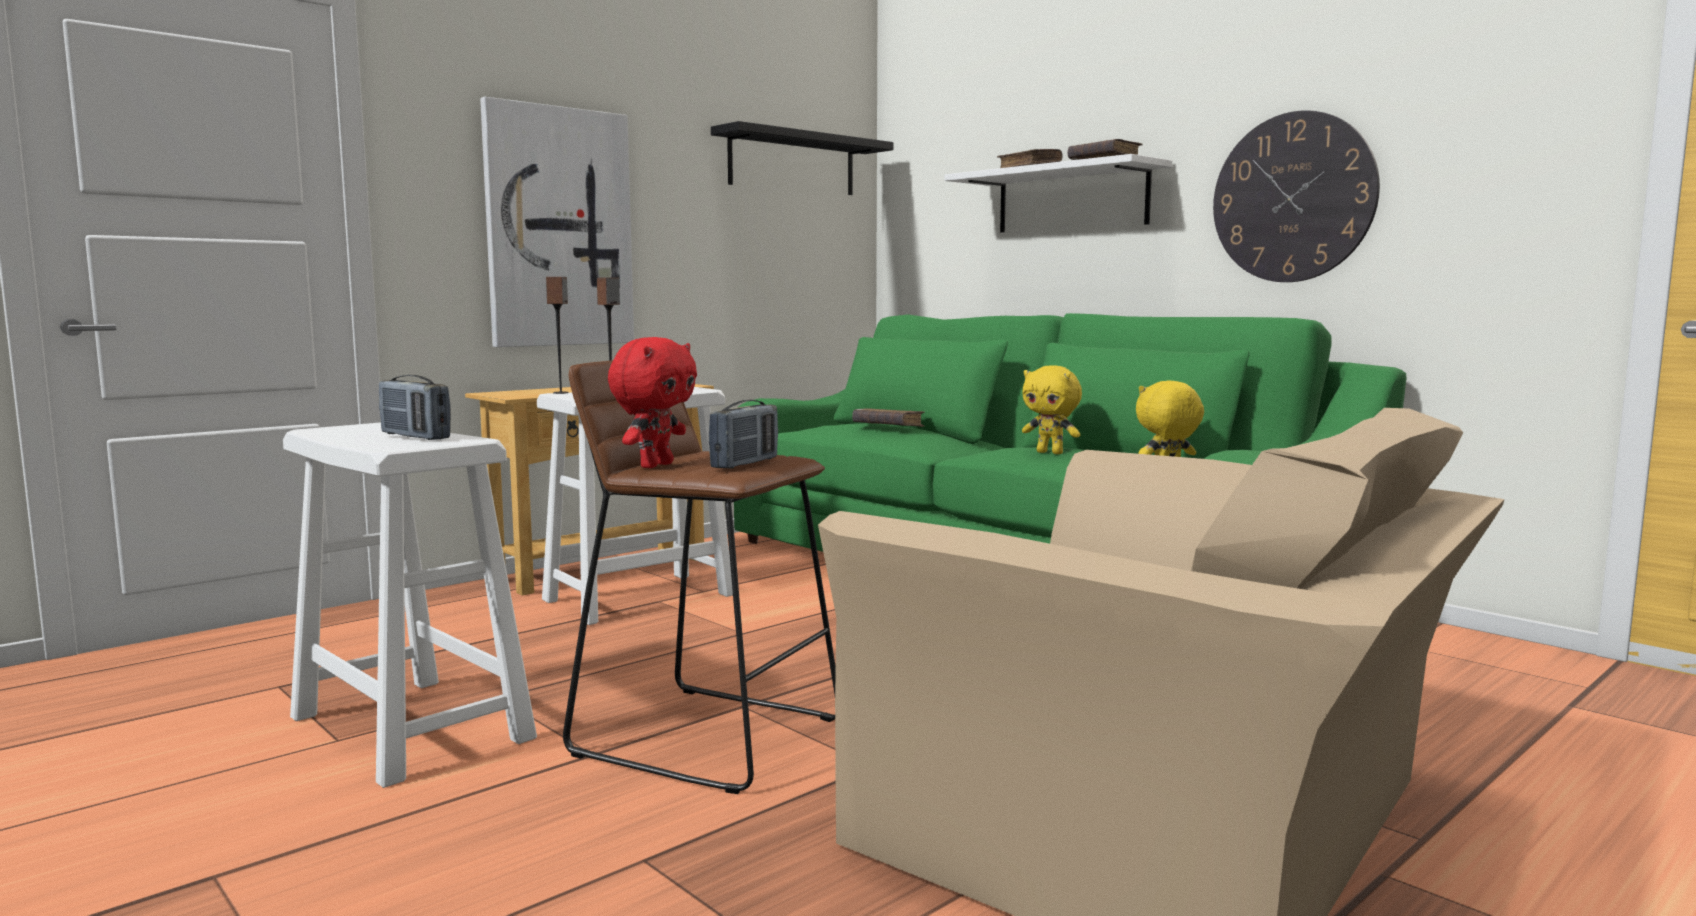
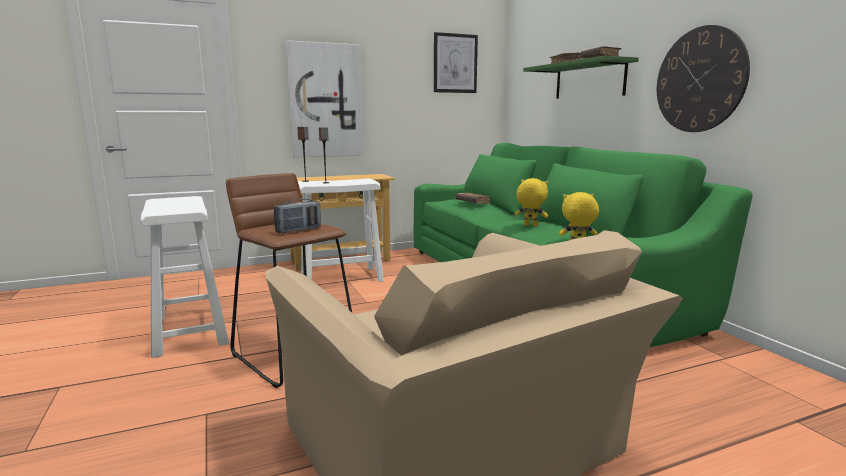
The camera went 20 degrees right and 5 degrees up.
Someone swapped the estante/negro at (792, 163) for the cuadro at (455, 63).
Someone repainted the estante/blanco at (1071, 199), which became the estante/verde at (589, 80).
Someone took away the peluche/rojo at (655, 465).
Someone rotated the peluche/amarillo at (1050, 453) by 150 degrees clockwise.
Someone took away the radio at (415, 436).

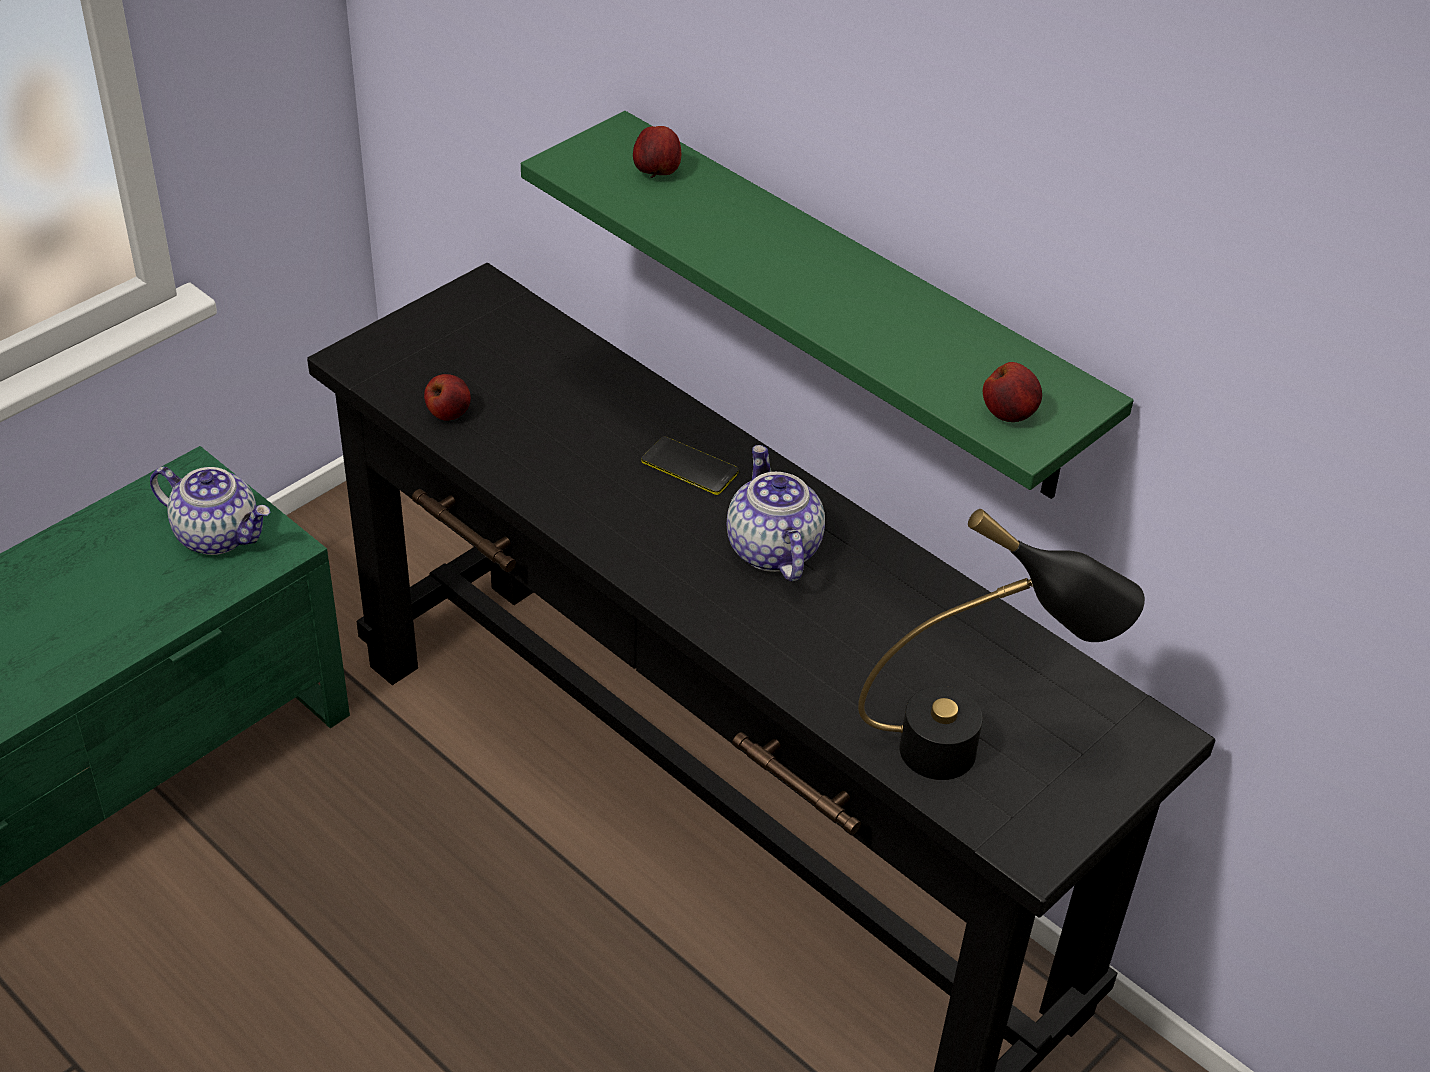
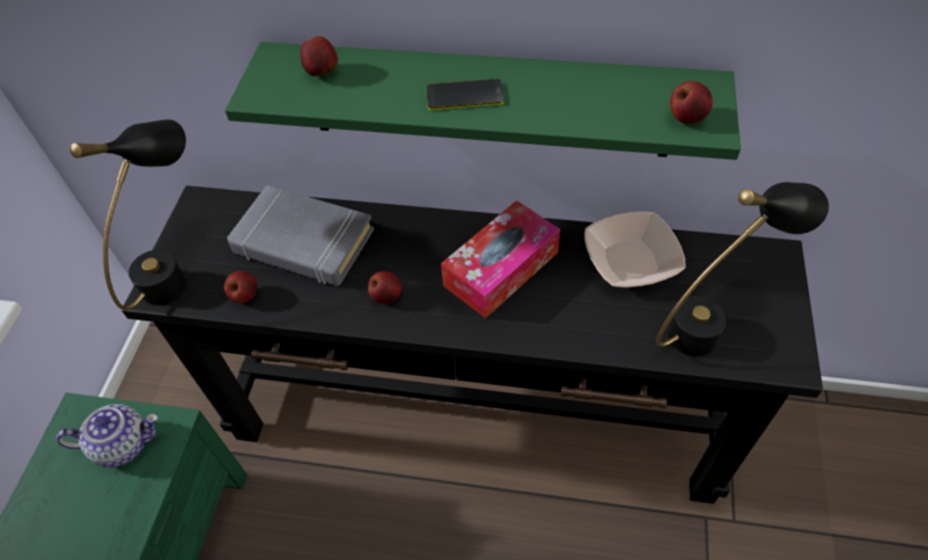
The camera went 30 degrees left and 10 degrees up.
Someone carried the móvil from (689, 467) to (464, 96).
Someone swapped the tetera at (771, 549) for the caja de pañuelos at (501, 269).
Someone put down the lámpara de mesa/negro at (178, 270).
Someone put down the libro/gris at (303, 242).
Someone put down the cuenco at (631, 261).
Someone put down the manzana at (387, 296).

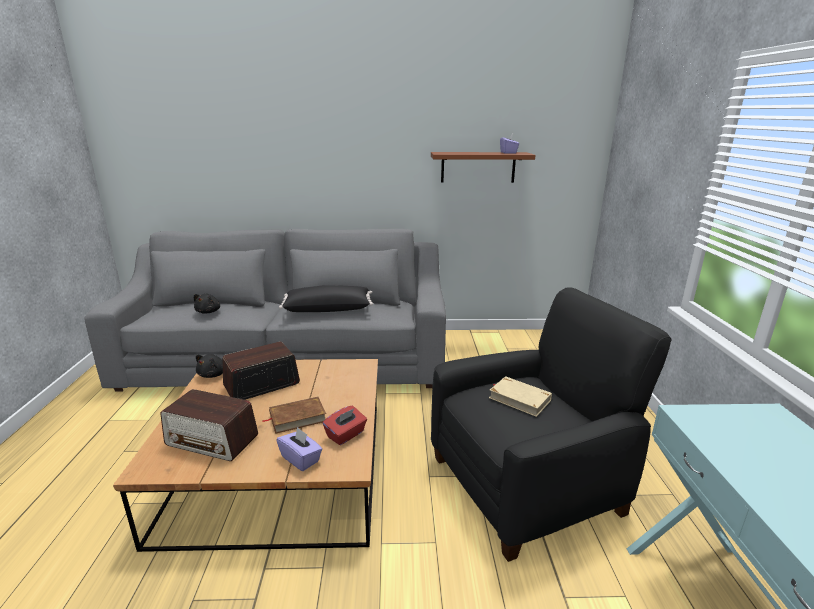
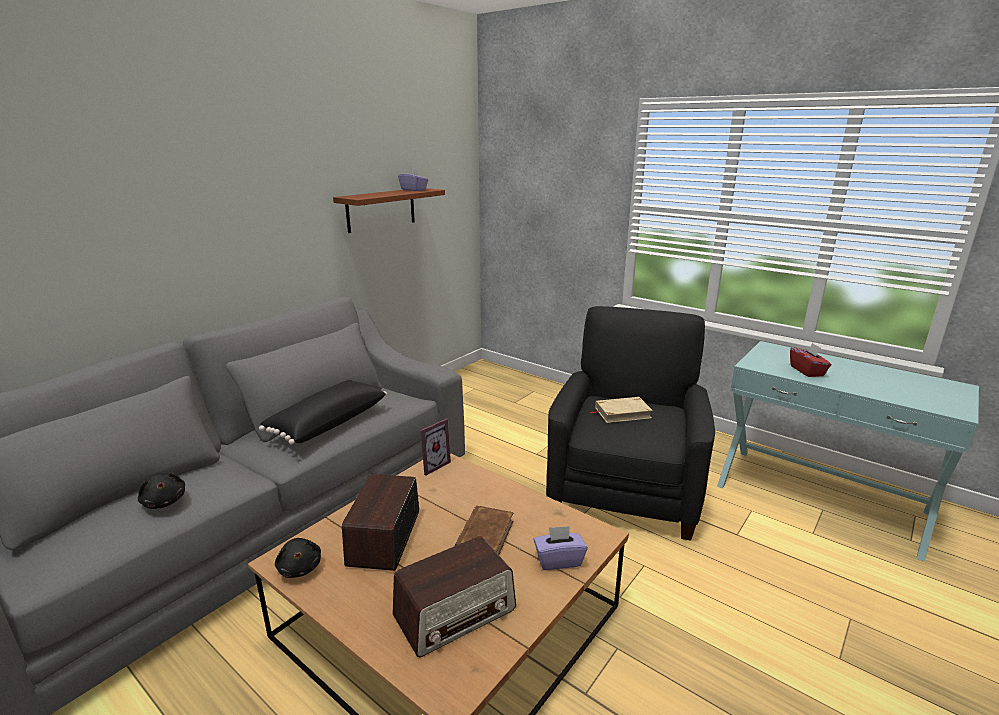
The camera went 50 degrees left and 0 degrees up.
Someone carried the caja de pañuelos/rojo from (346, 435) to (807, 371).
Someone put down the portarretratos at (432, 465).

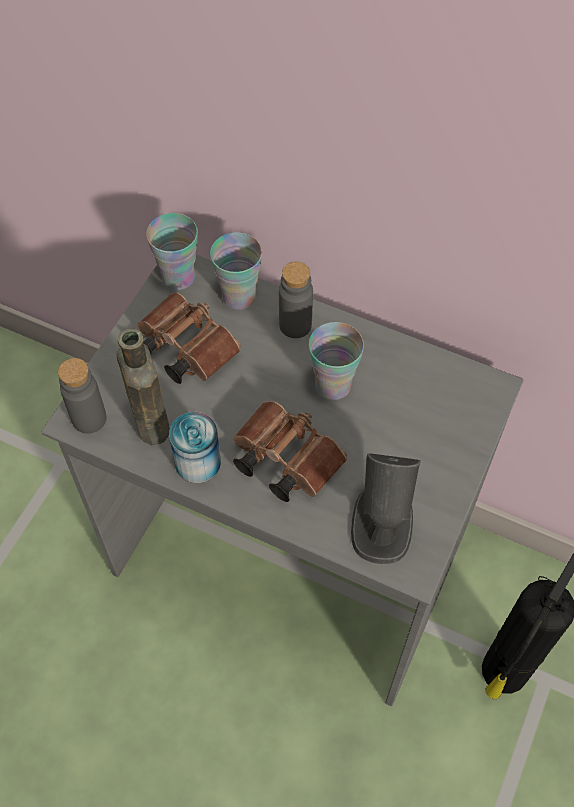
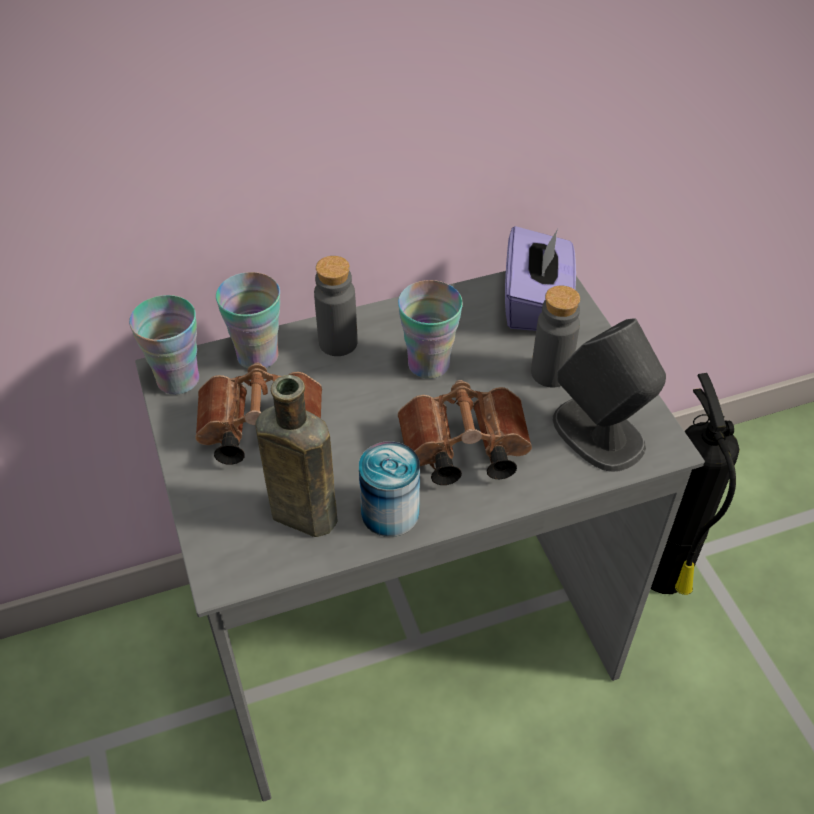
The camera went 45 degrees left and 10 degrees down.
Someone carried the botella/gris from (89, 419) to (550, 373).
Someone put down the caja de pañuelos/morado at (536, 304).

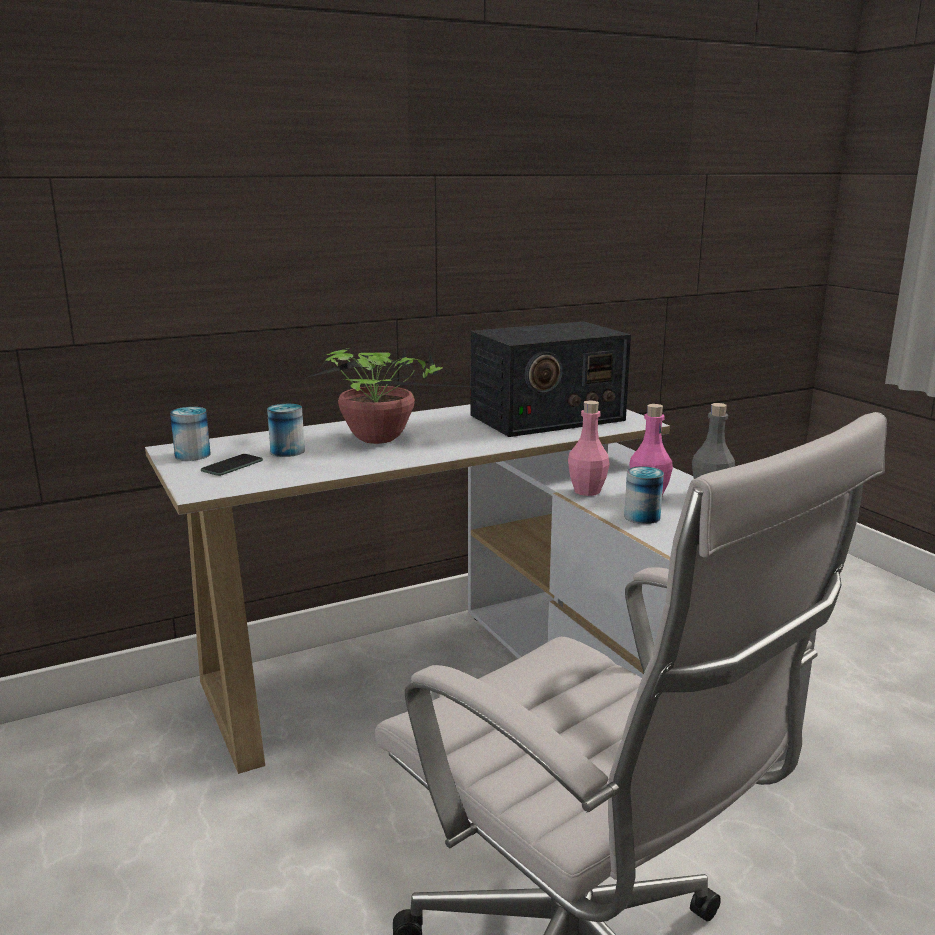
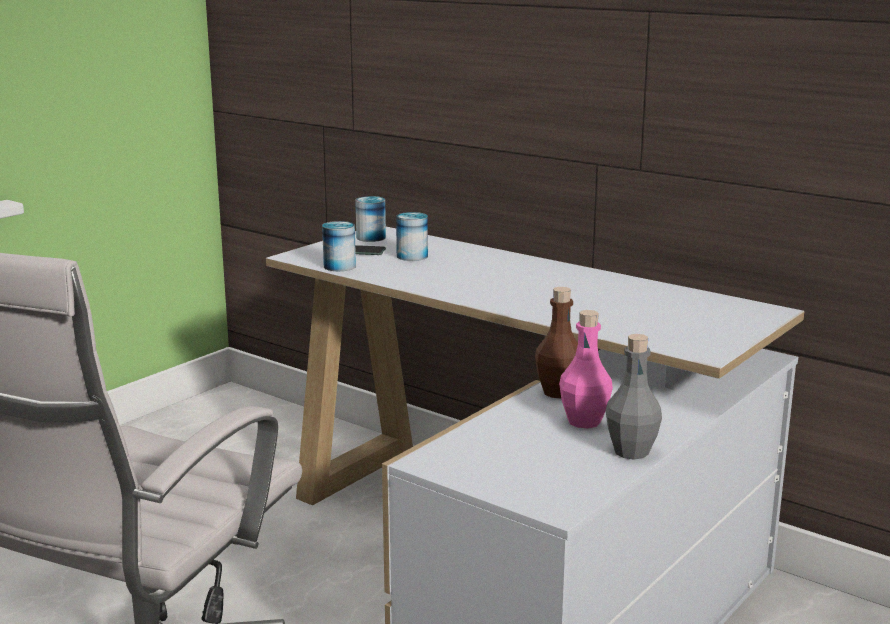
The camera went 65 degrees right and 0 degrees up.
Someone took away the radio at (546, 418).
Someone took away the planta en maceta at (382, 439).
Someone repainted the botella/rosa at (587, 491), which became the botella/marrón at (558, 392).
Someone carried the lata from (642, 517) to (339, 266).

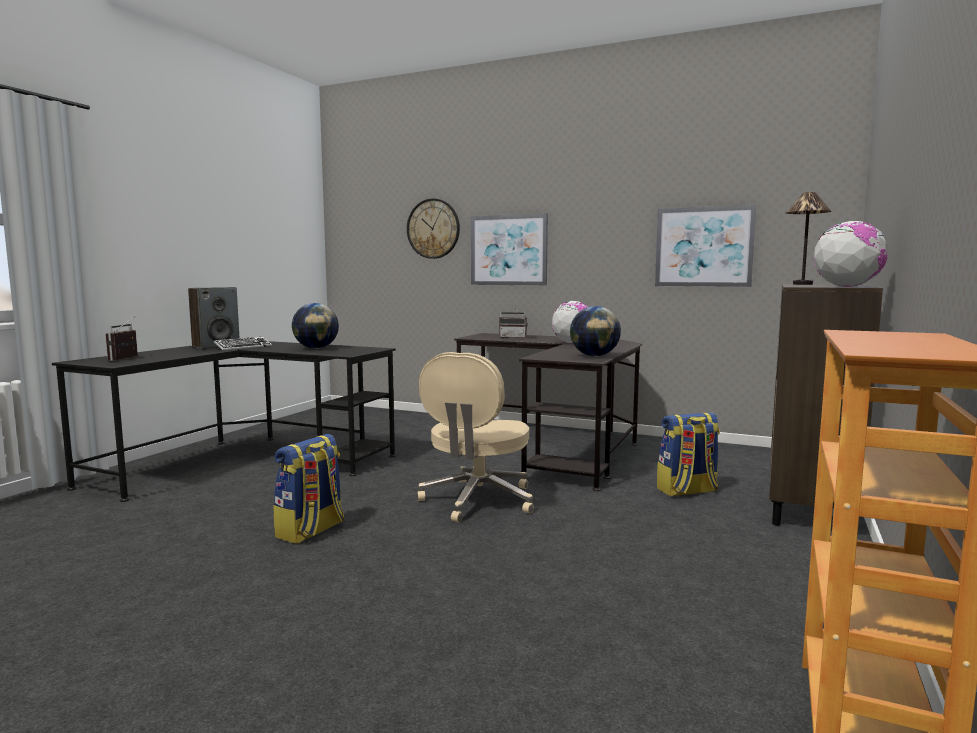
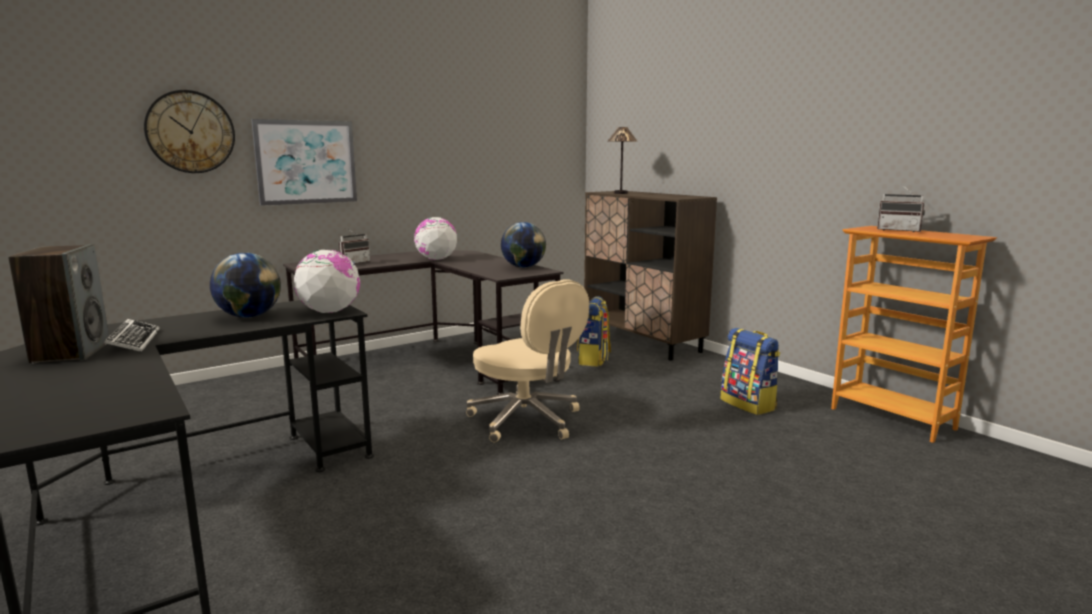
The camera went 60 degrees left and 5 degrees up.
Someone took away the cuadro at (704, 247).
Someone carried the globo terráqueo from (847, 286) to (329, 312).
Someone carried the radio from (127, 359) to (899, 230).
Someone carried the mochila from (311, 531) to (749, 404).

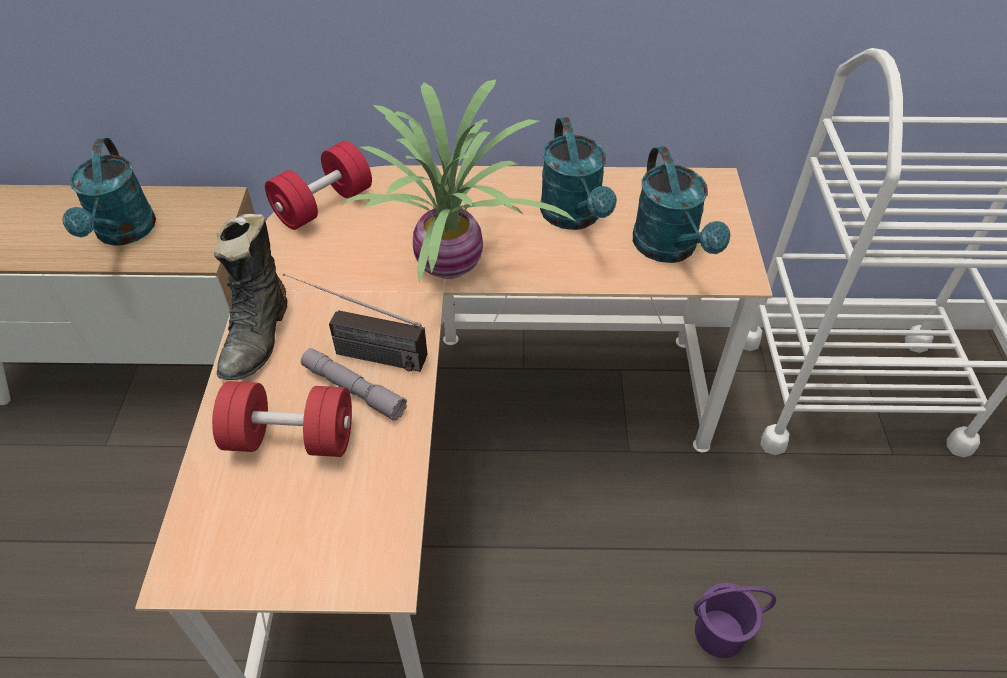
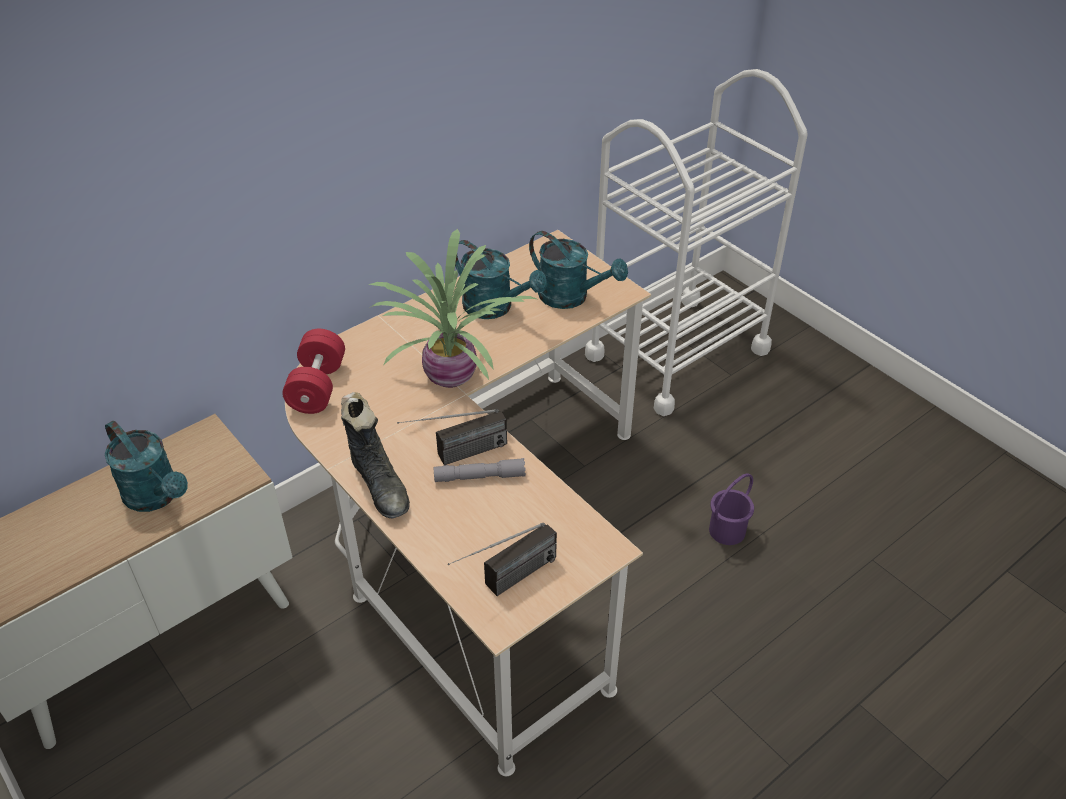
The camera went 40 degrees left and 5 degrees down.
Someone took away the mancuerna/rojo at (291, 438).
Someone put down the radio at (506, 583).

